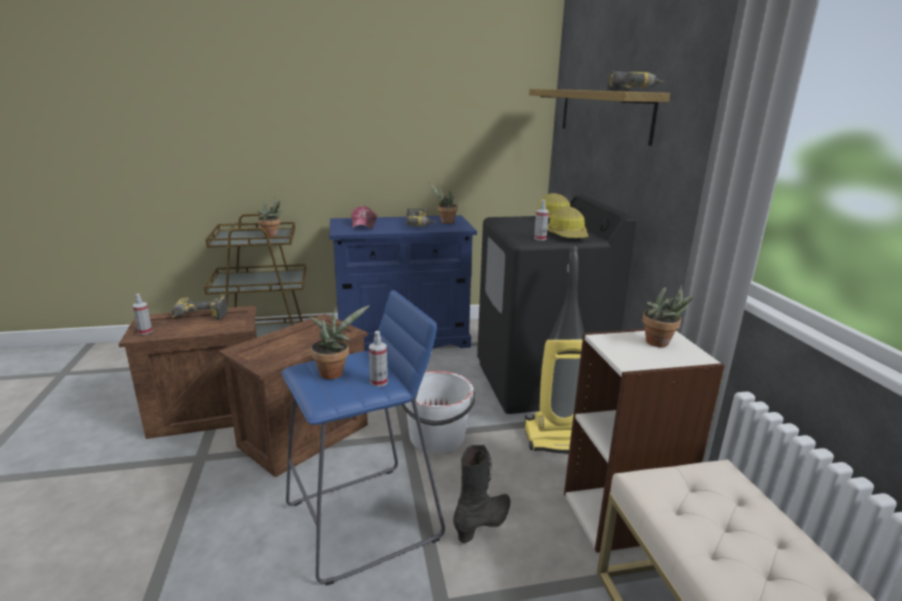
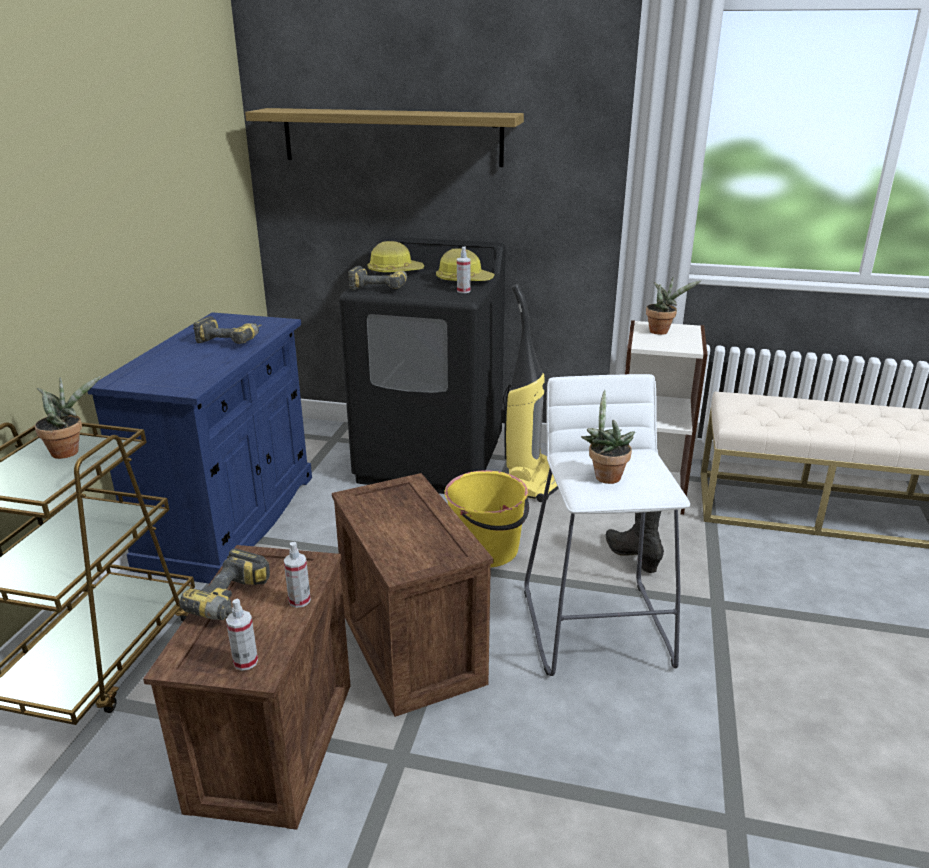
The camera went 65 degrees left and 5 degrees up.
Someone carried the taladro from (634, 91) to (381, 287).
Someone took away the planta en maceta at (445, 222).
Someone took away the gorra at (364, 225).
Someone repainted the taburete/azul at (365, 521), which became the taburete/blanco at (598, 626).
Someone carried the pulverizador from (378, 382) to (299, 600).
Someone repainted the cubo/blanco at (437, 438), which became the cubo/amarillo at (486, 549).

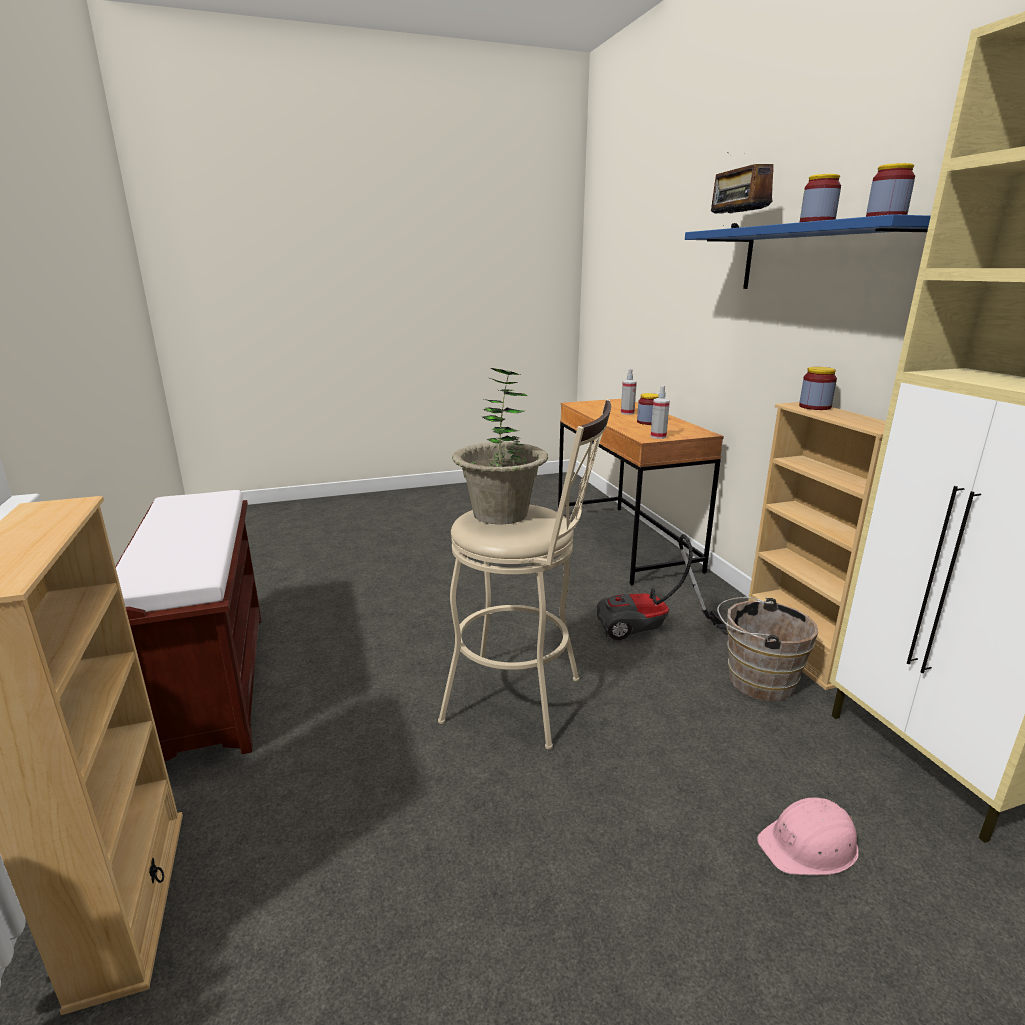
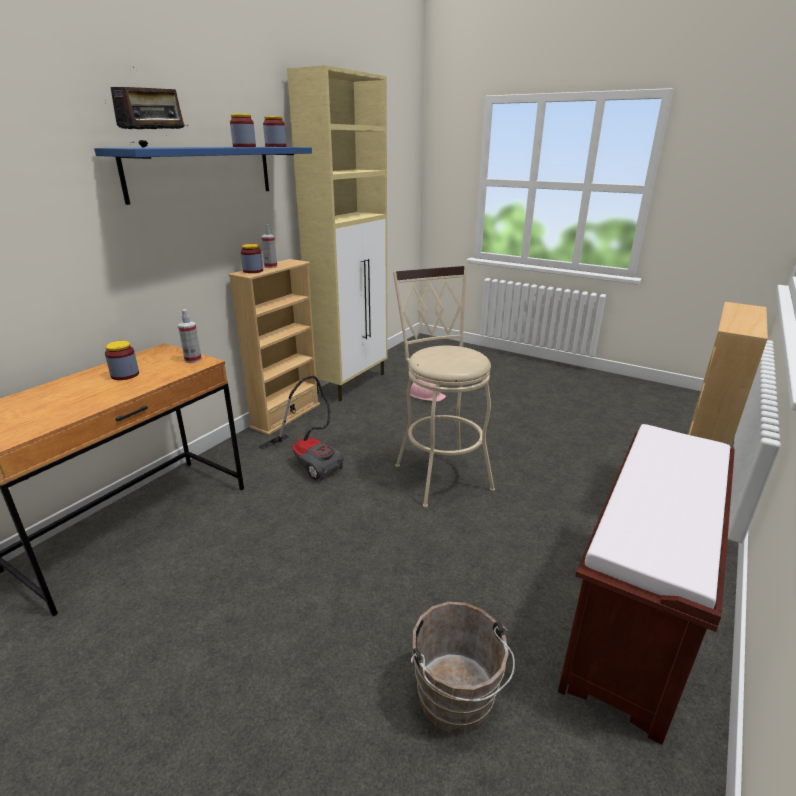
The camera went 130 degrees left and 5 degrees up.
Someone took away the planta en maceta at (500, 514).
Someone carried the pulverizador from (627, 413) to (270, 266).
Someone carried the cubo/marrón from (755, 680) to (457, 704).

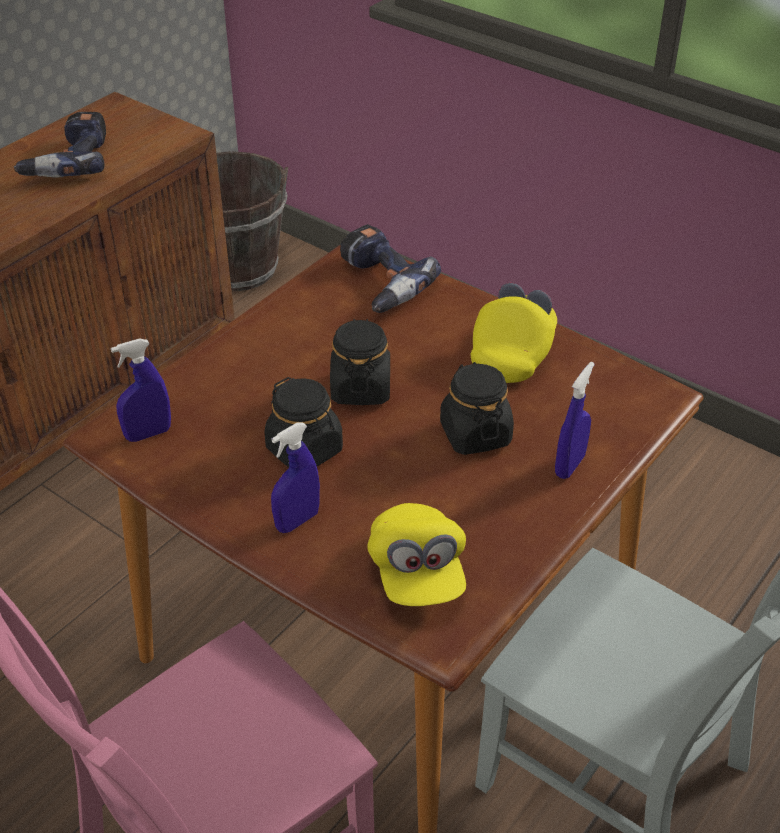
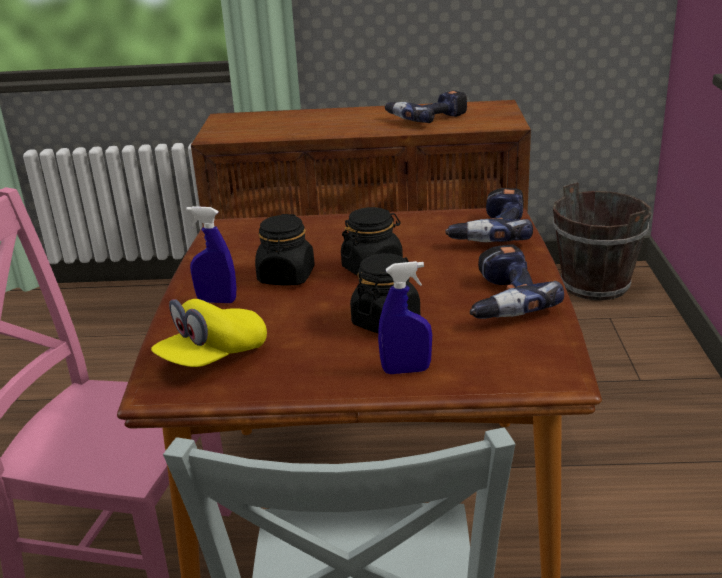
The camera went 55 degrees right and 15 degrees down.
Someone swapped the gorra/amarillo at (513, 353) for the taladro at (501, 300).
Someone took away the pulverizador/azul at (148, 434).

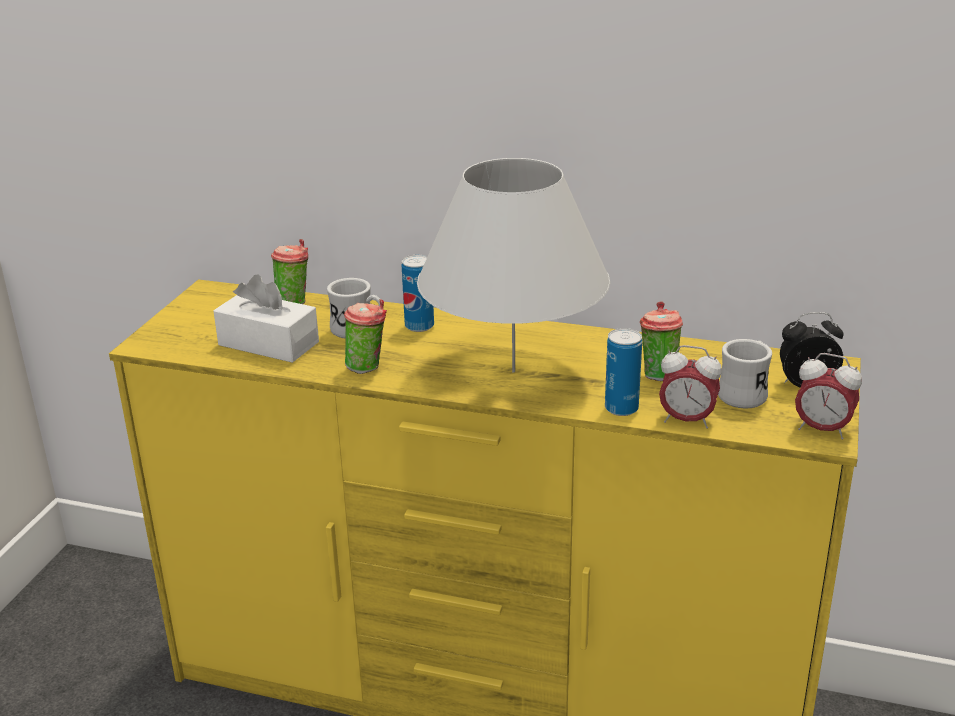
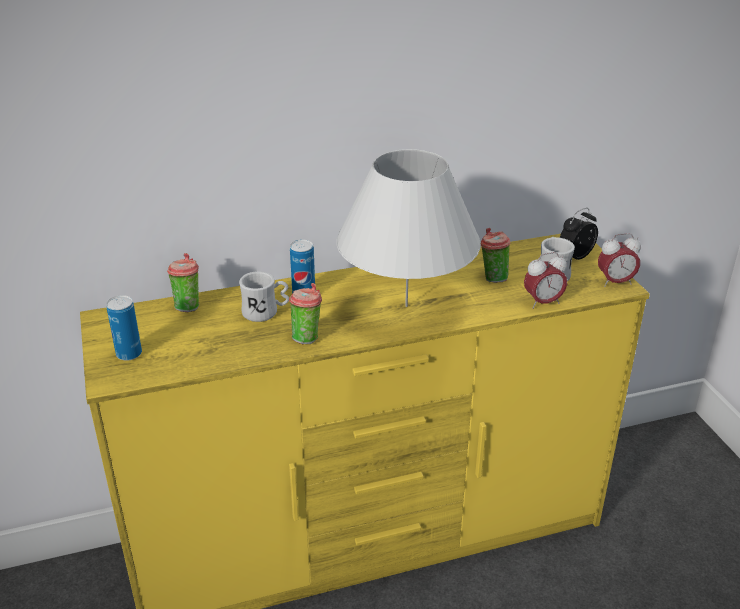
The camera went 35 degrees left and 5 degrees up.
Someone took away the caja de pañuelos/blanco at (268, 343).
Someone carried the lata from (621, 408) to (129, 354).

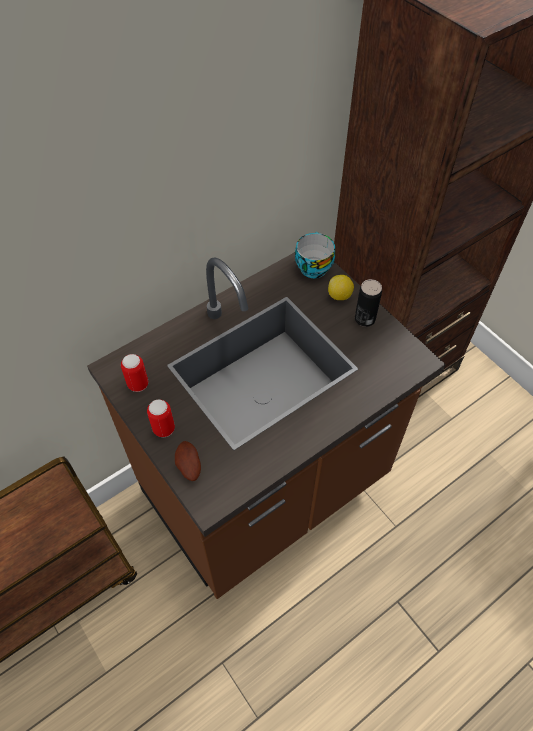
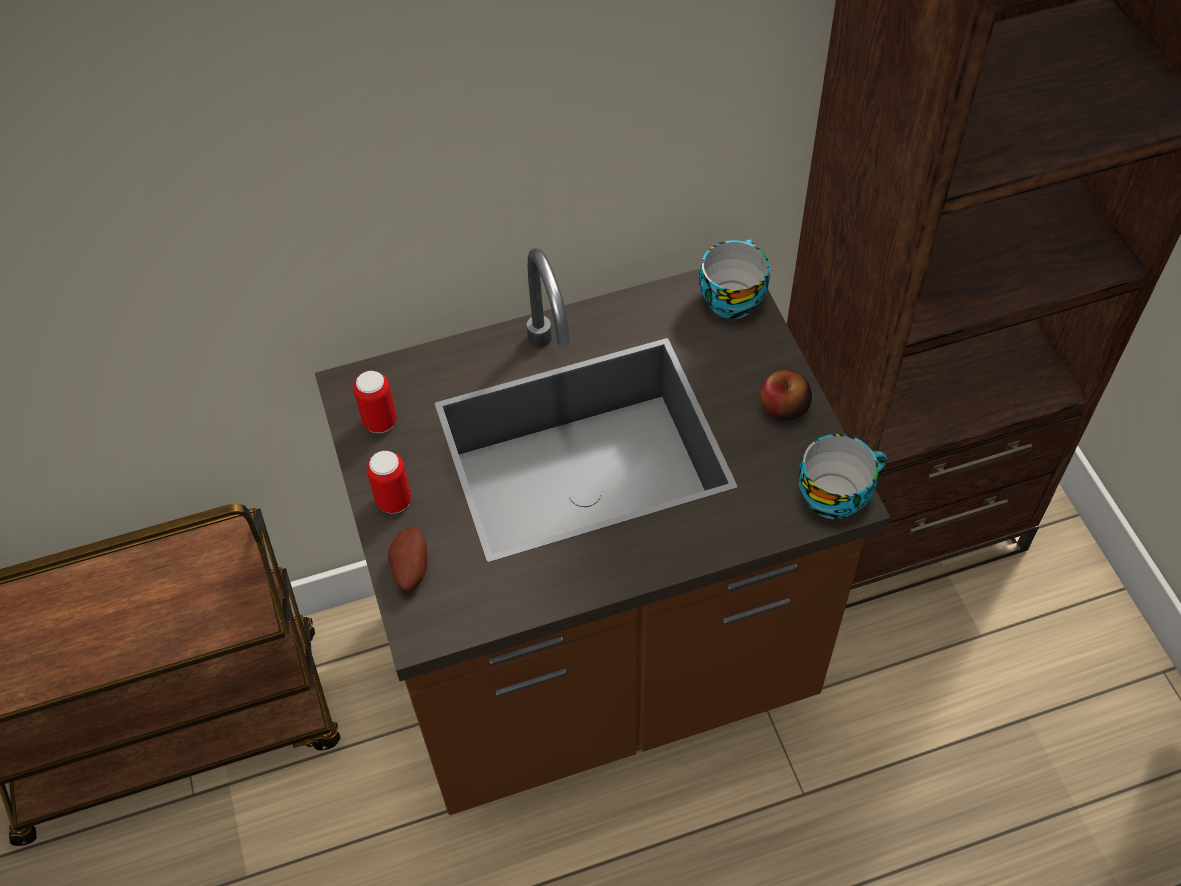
The camera went 20 degrees right and 0 degrees up.
Someone took away the limón at (339, 296).
Someone swapped the lata at (365, 319) for the manzana at (783, 407).
Someone put down the taza at (835, 494).

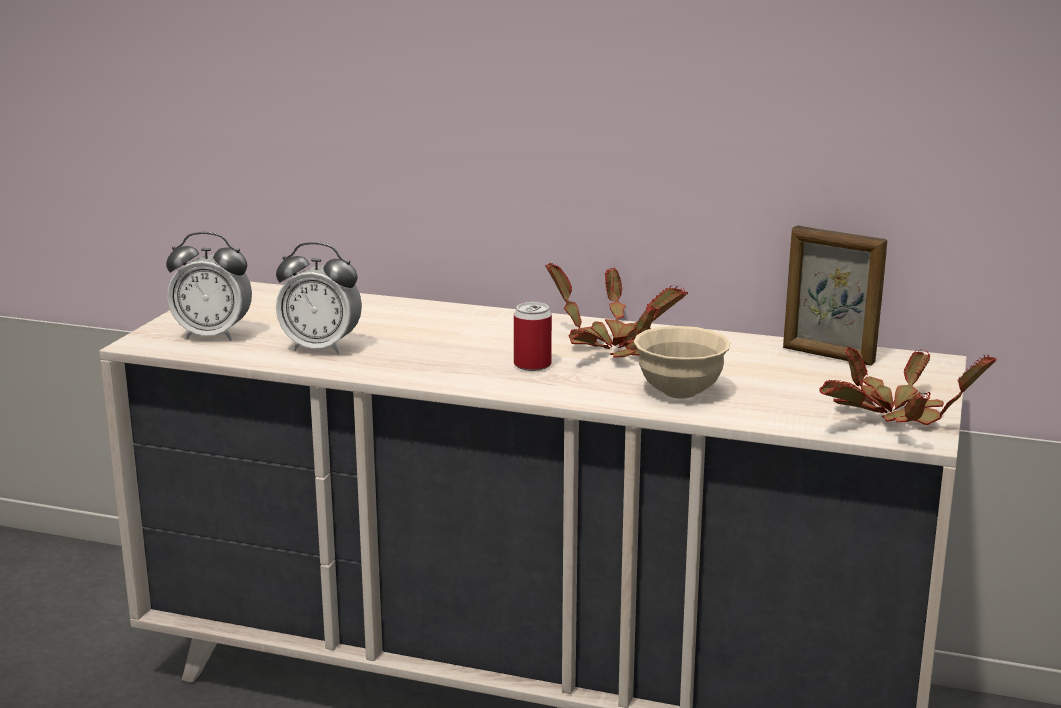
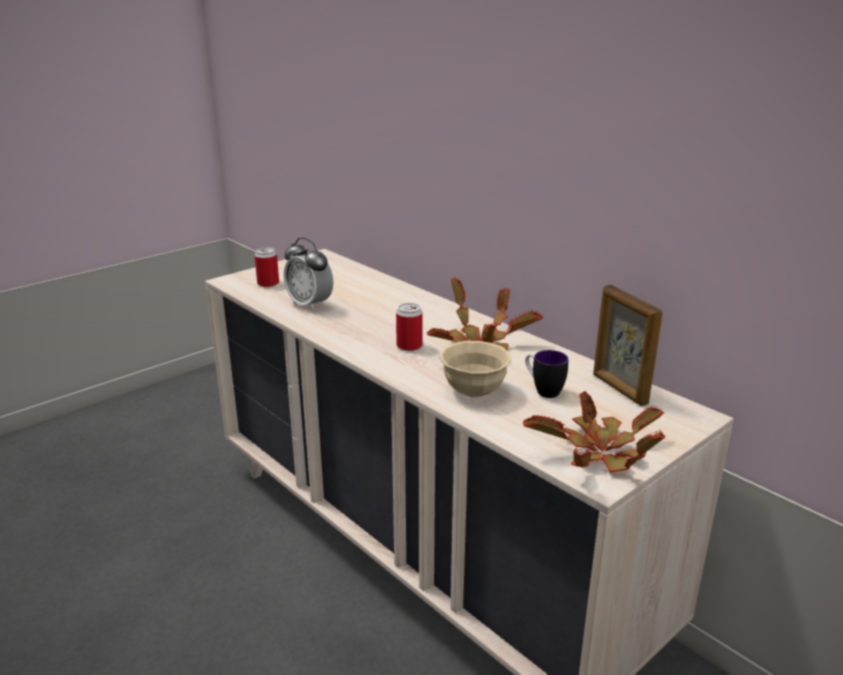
The camera went 30 degrees right and 5 degrees up.
Someone swapped the despertador at (213, 335) for the lata at (268, 284).
Someone put down the taza grande at (543, 390).

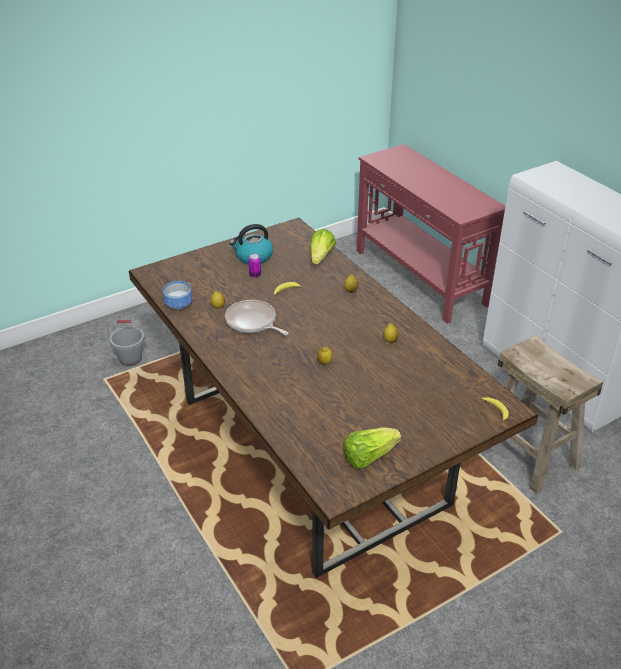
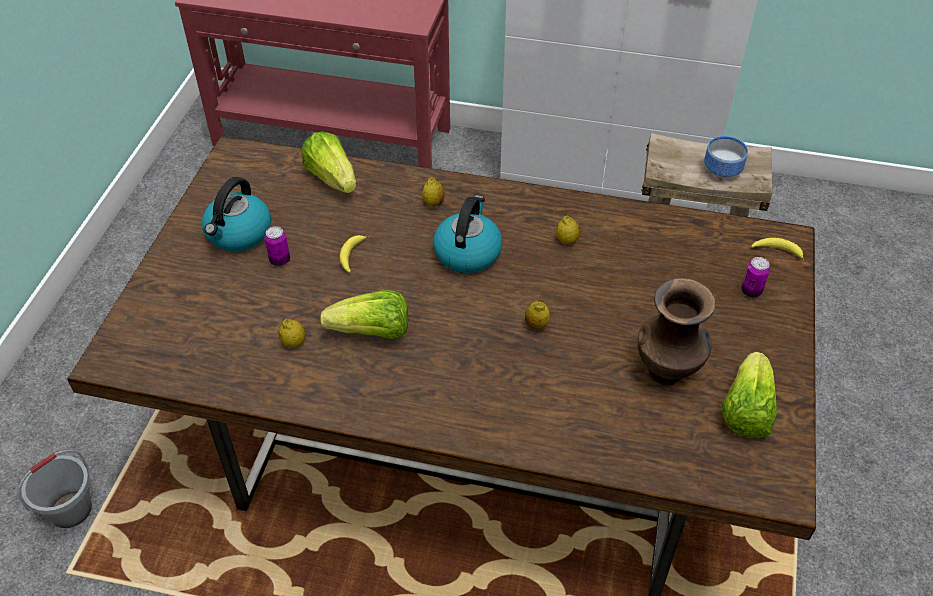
The camera went 45 degrees left and 10 degrees up.
Someone carried the cuenco from (180, 305) to (724, 169).
Someone swapped the sartén at (252, 322) for the lechuga at (372, 332).
Someone put down the hervidor at (467, 252).
Someone put down the lata at (751, 291).
Someone put down the florero/marrón at (667, 371).

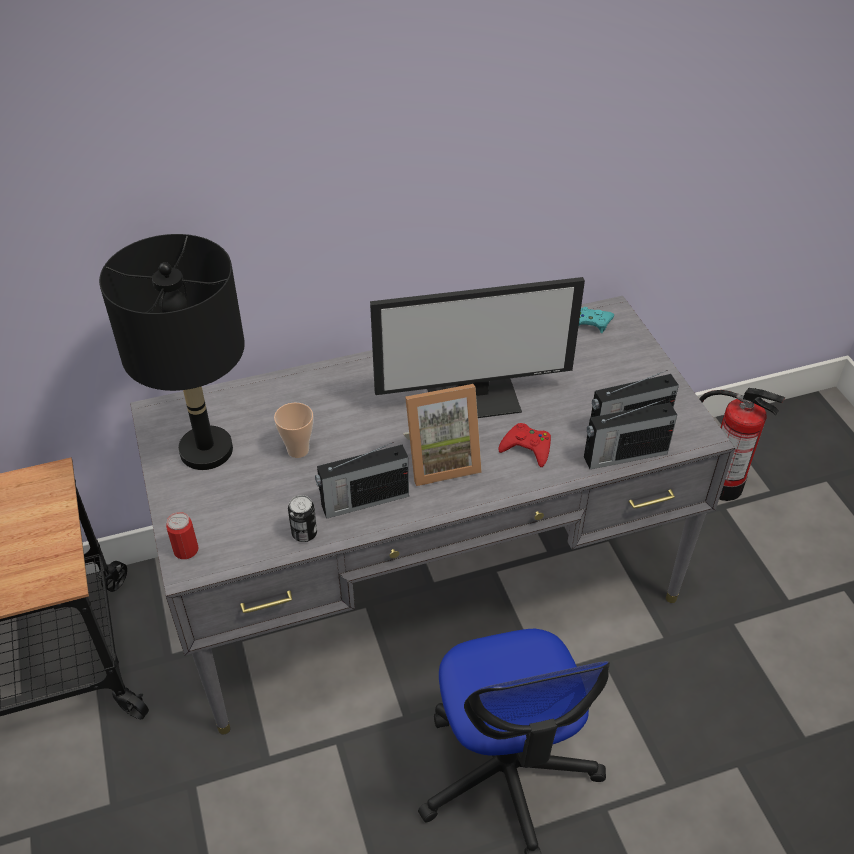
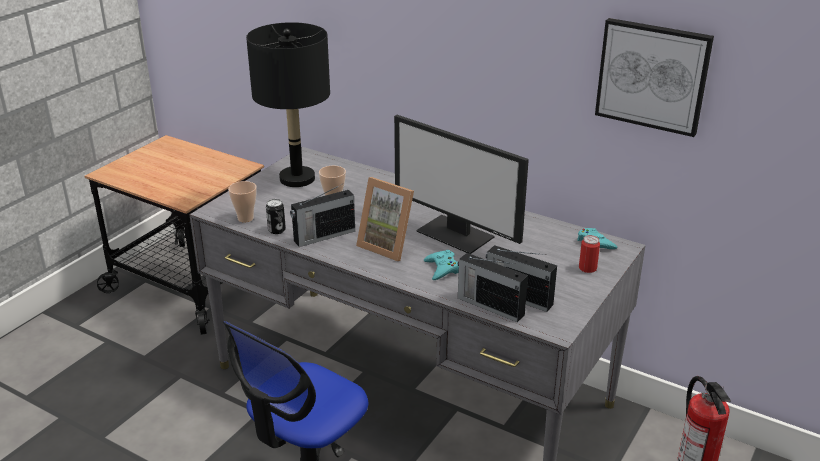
The camera went 50 degrees right and 15 degrees down.
Someone repainted the mando de consola/rojo at (527, 448), which became the mando de consola/turquesa at (442, 269).
Someone rotated the radio at (363, 501) by 60 degrees counterclockwise.
Someone carried the lata from (186, 550) to (587, 268).
Someone put up the cuadro at (652, 76).
Someone put down the taza at (245, 218).

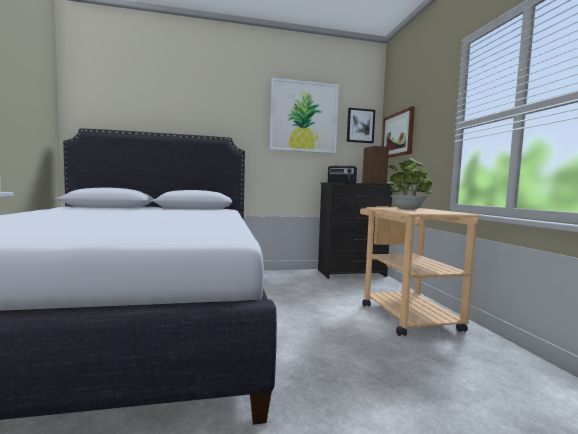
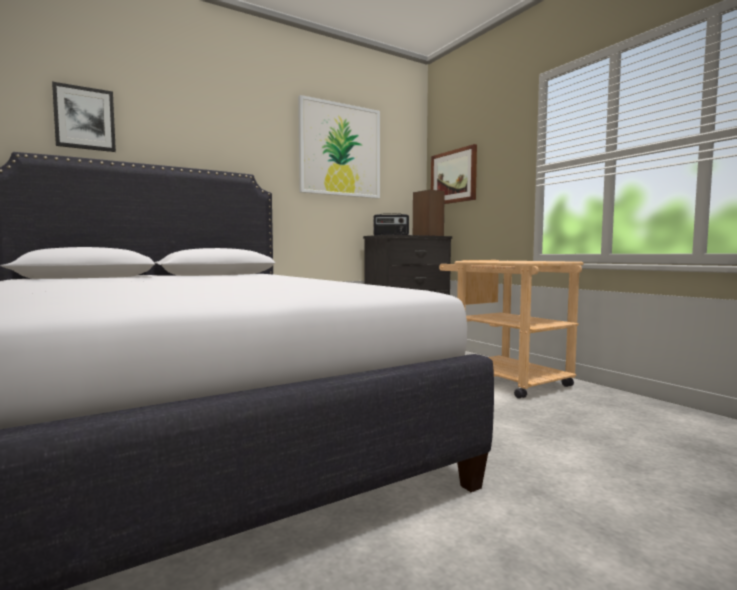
The camera went 20 degrees left and 0 degrees up.
Someone carried the cuadro from (360, 126) to (85, 118).
Someone took away the planta en maceta at (407, 209).

